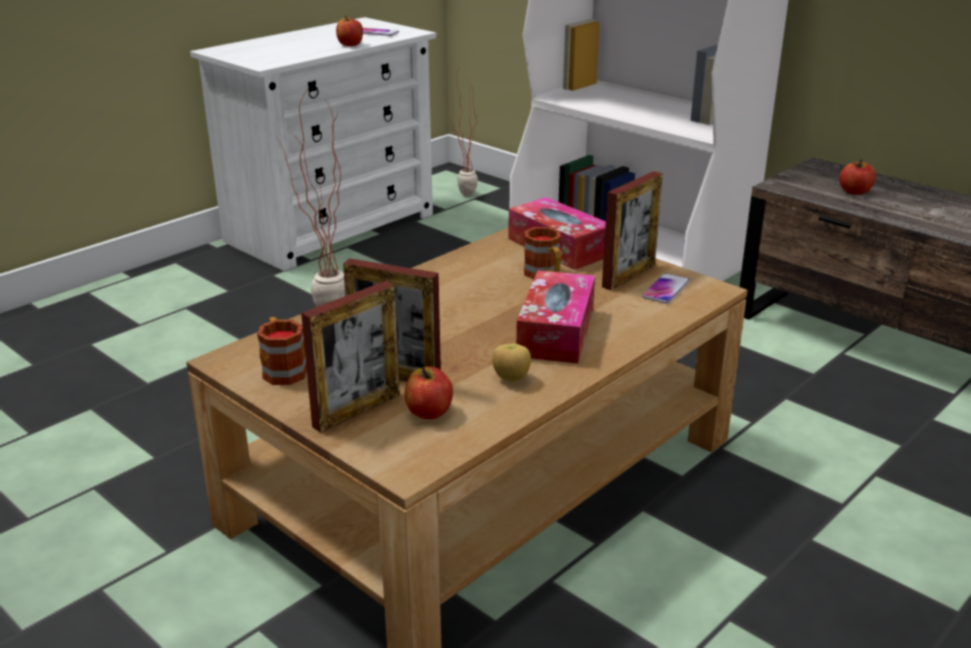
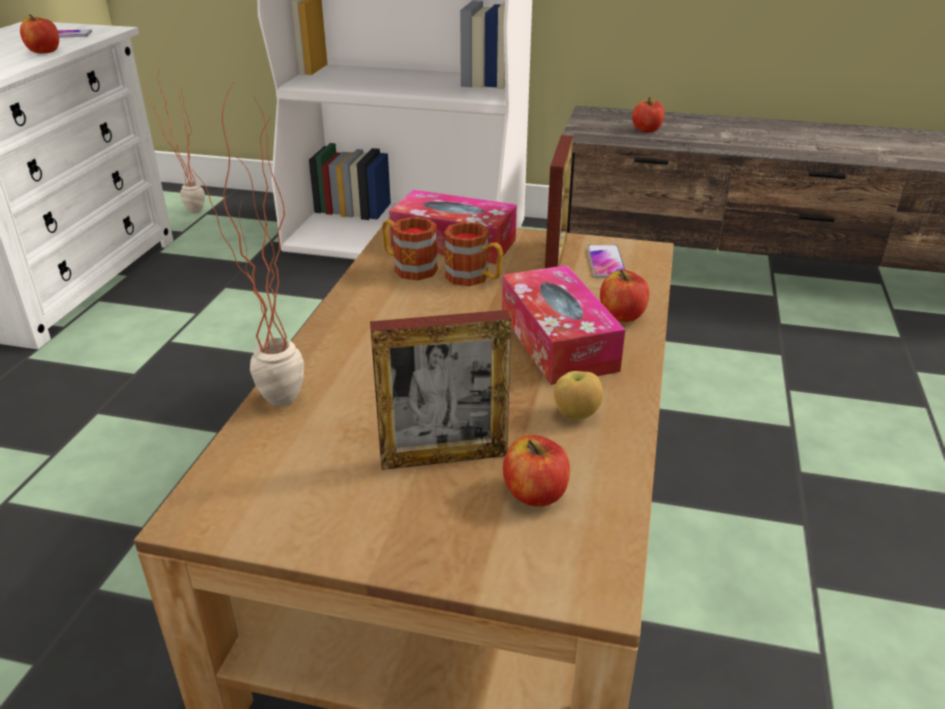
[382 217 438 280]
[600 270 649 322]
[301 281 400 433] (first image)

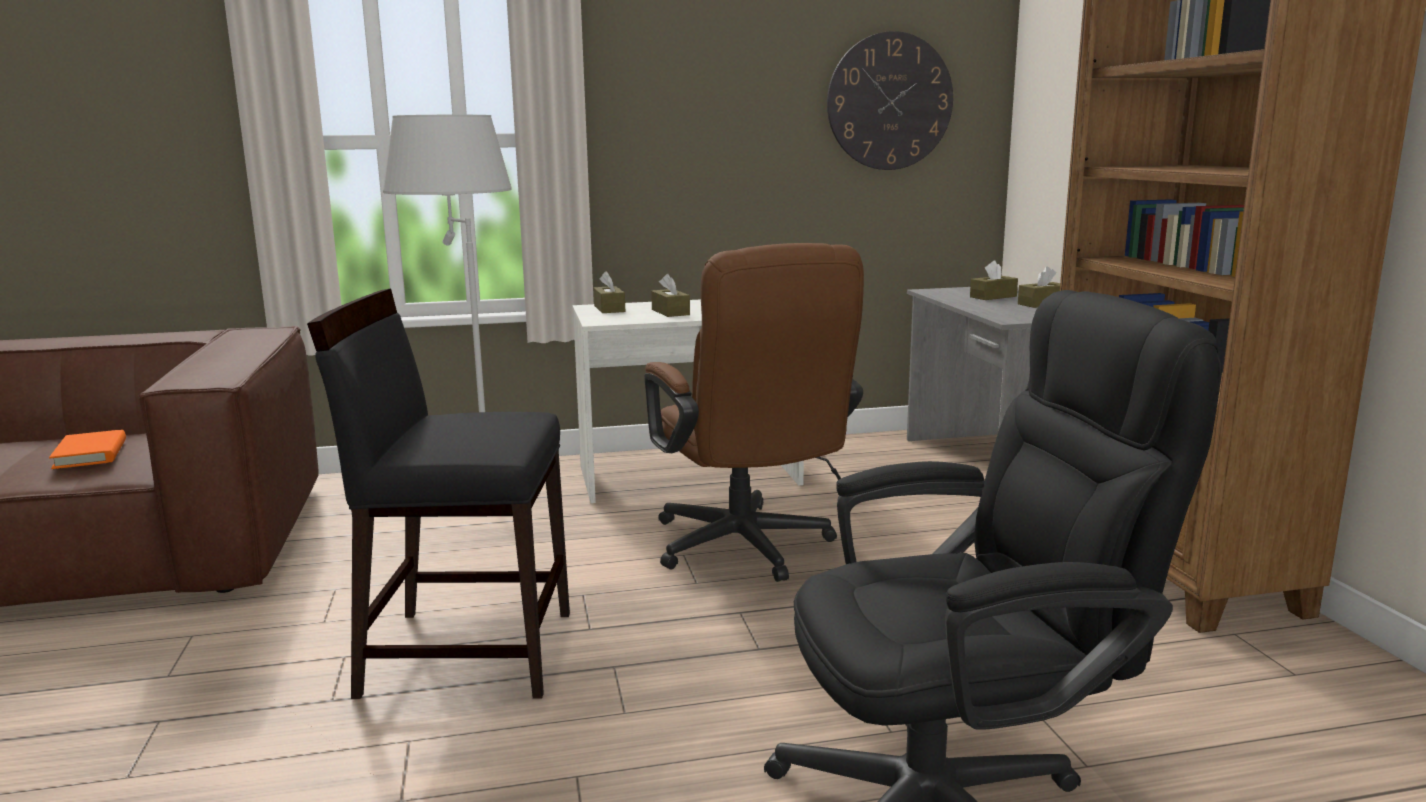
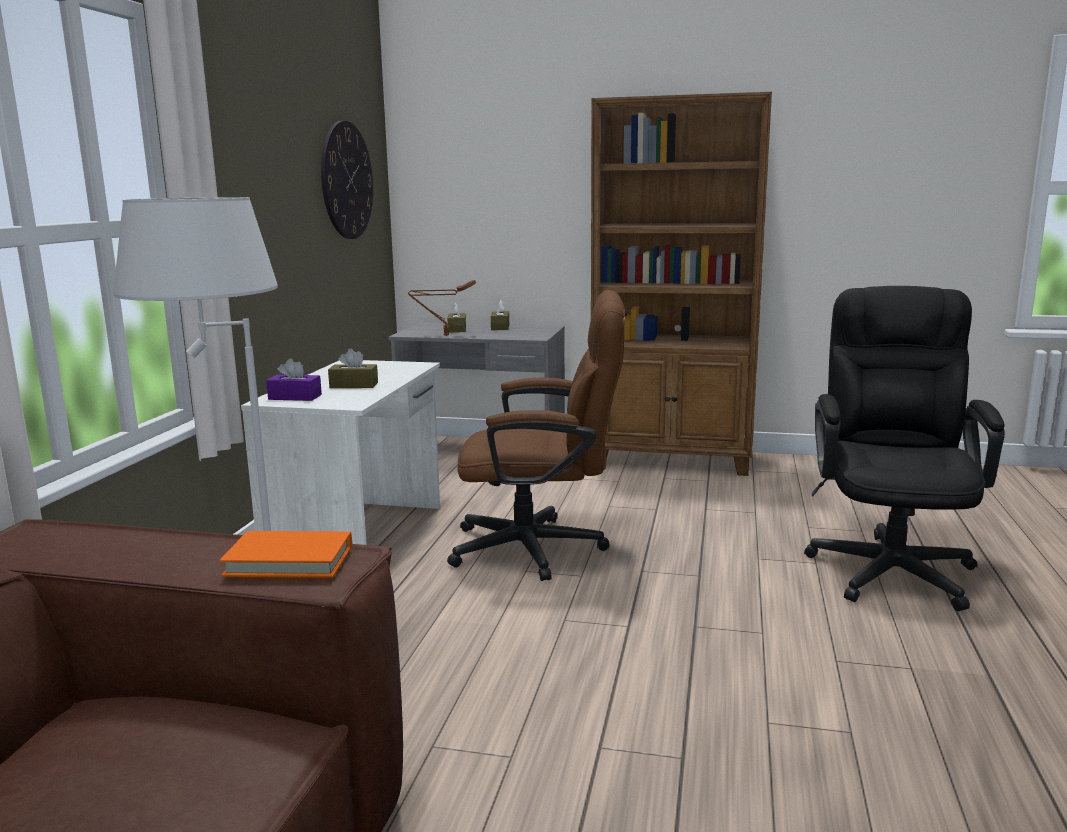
[220 531 352 578]
[266 358 322 401]
[408 280 476 336]
[307 288 570 699] (first image)

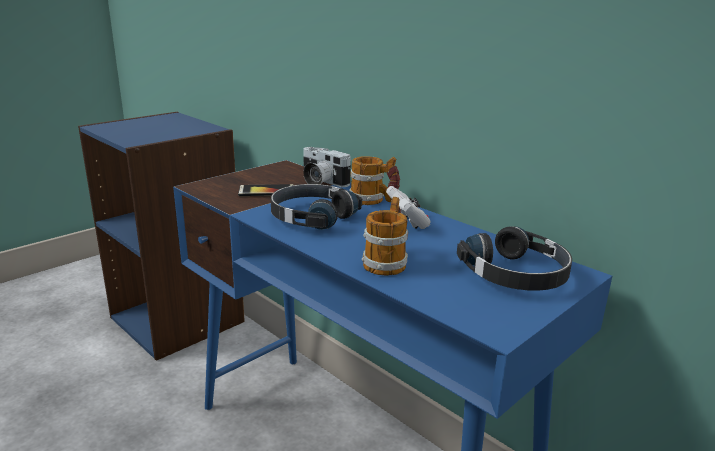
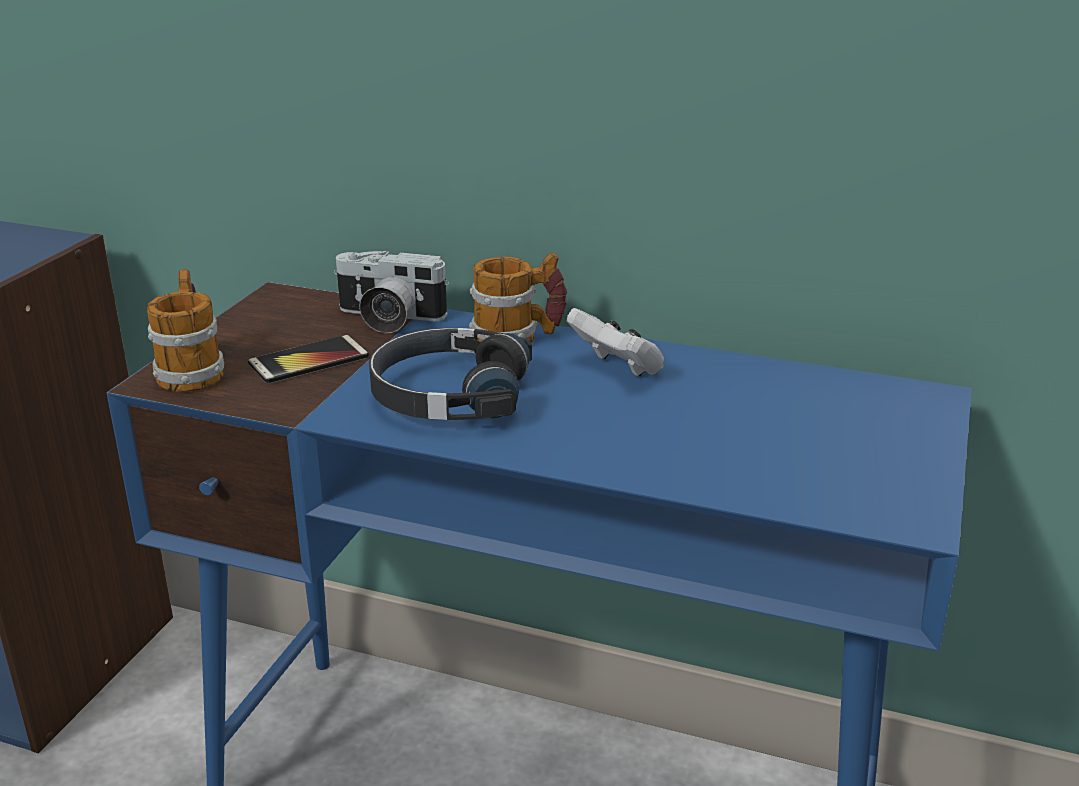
[147 269 224 392]
[457 226 572 291] (first image)

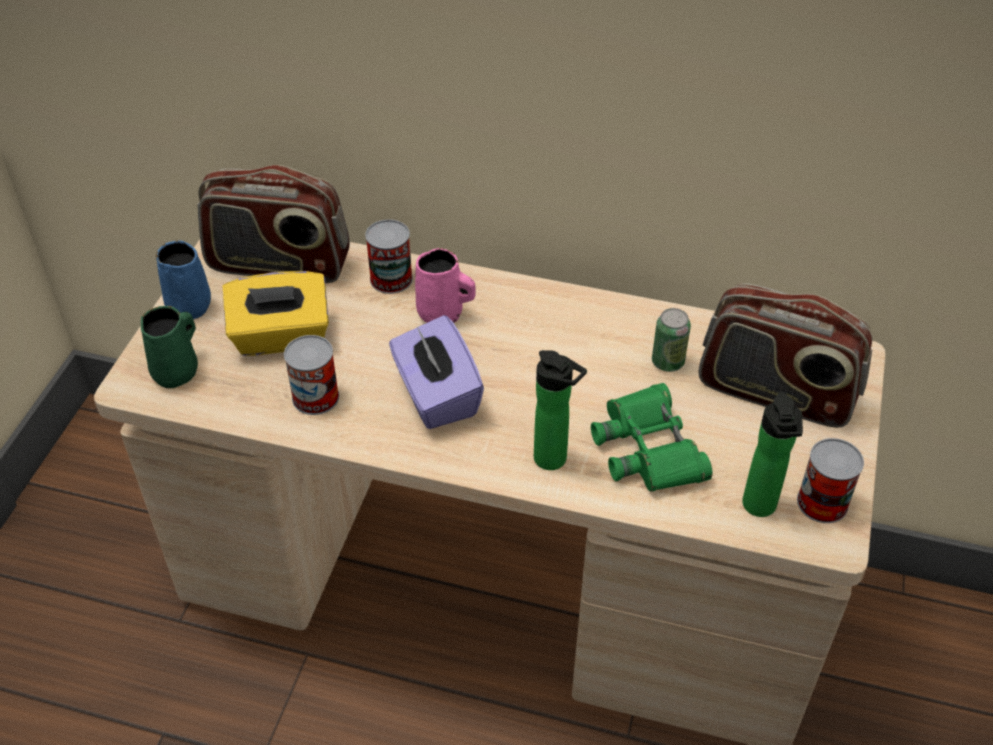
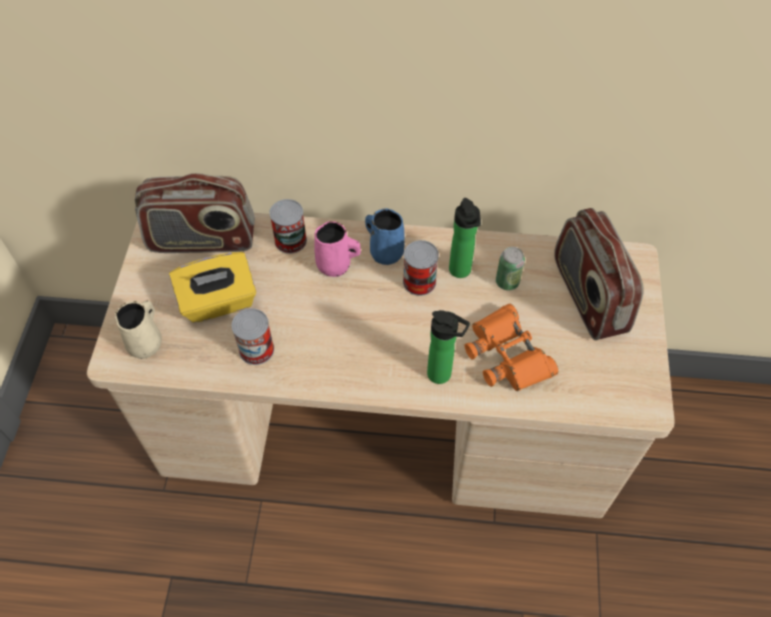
[115 301 162 359]
[365 208 405 265]
[403 240 439 296]
[449 198 481 278]
[465 304 558 391]
[554 208 644 340]
[389 315 484 429] (first image)

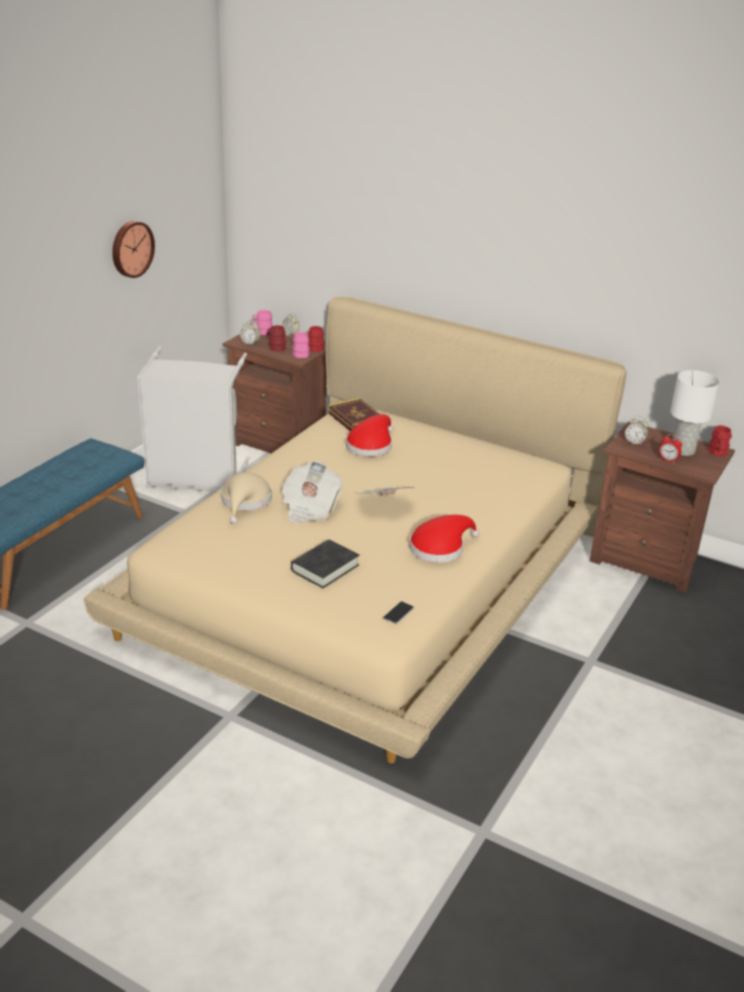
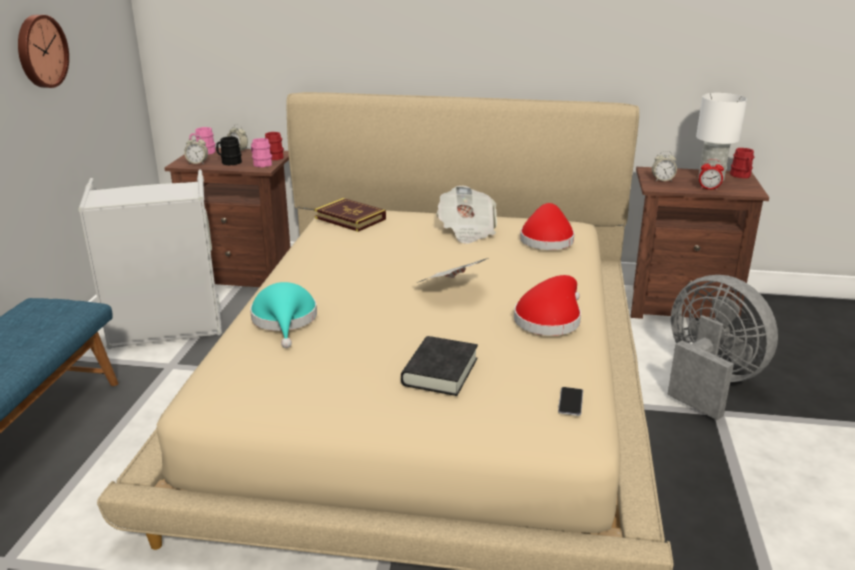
[216 136 242 165]
[250 282 317 348]
[437 185 497 244]
[520 203 575 250]
[667 275 778 420]

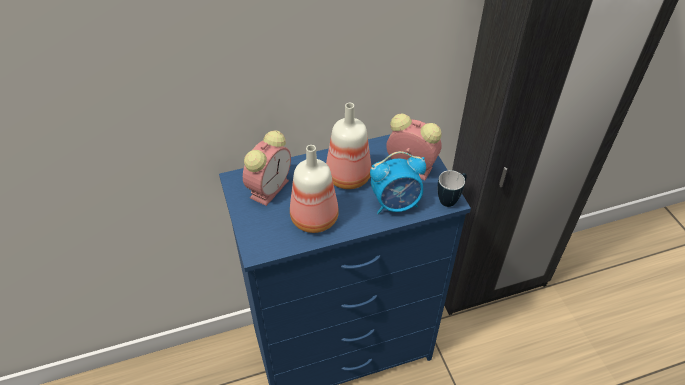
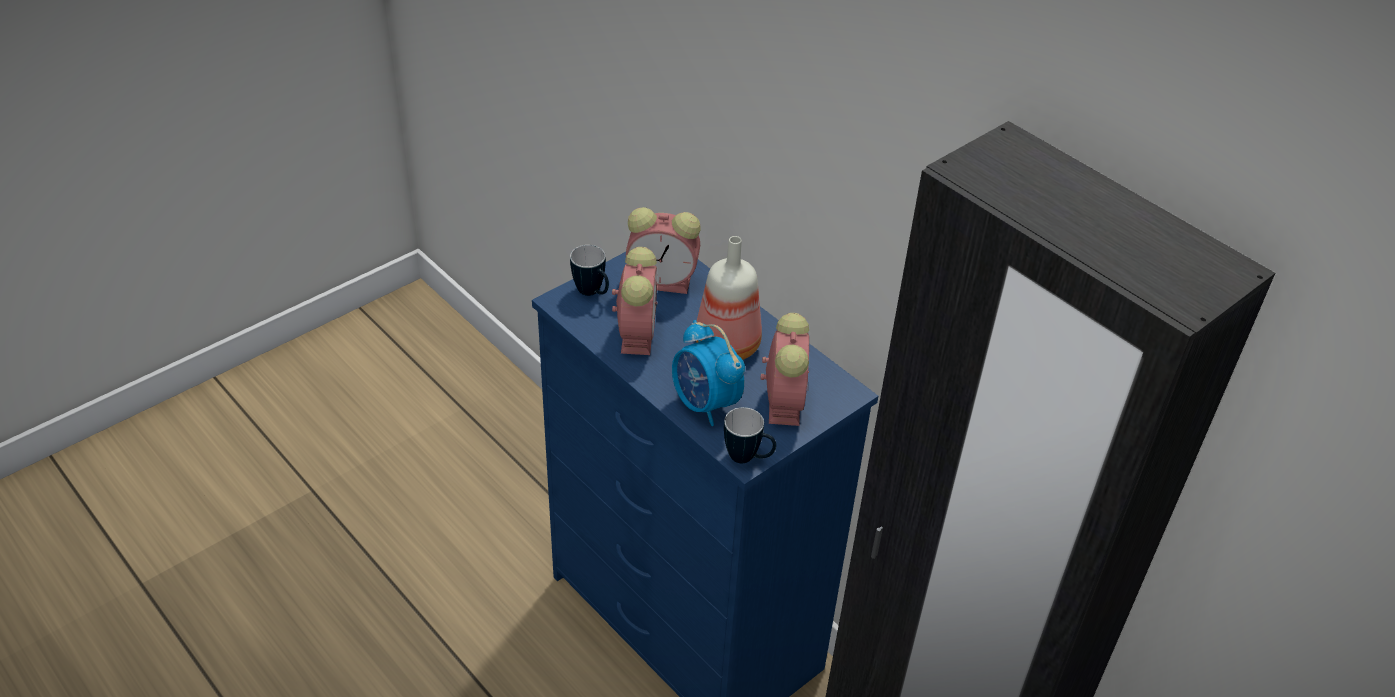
[570 245 609 296]
[612 247 657 355]

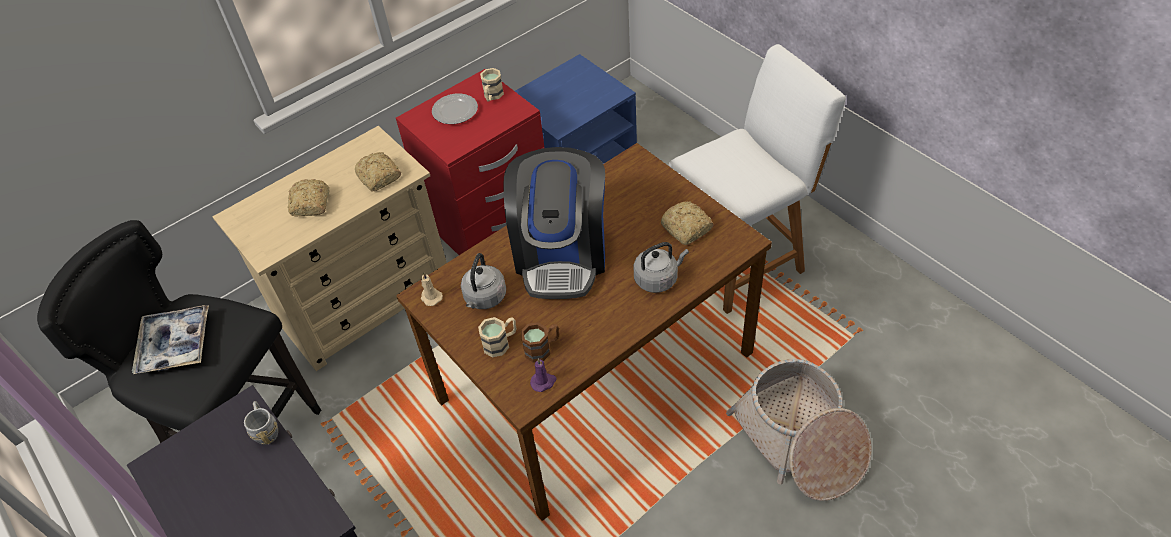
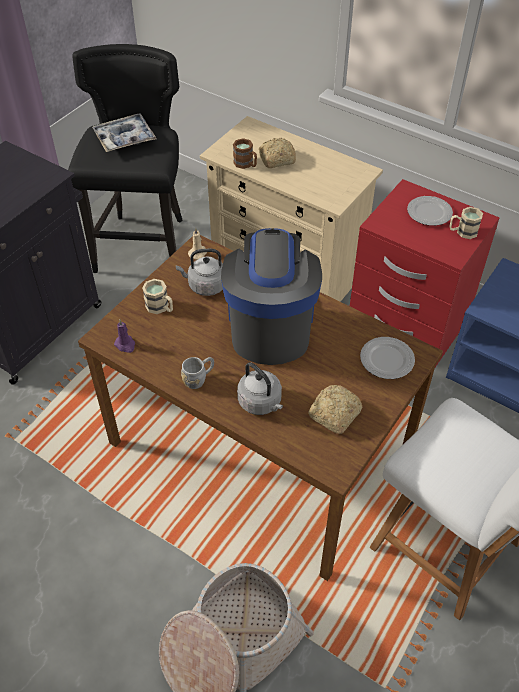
[181 357 214 389]
[221 228 322 365]
[233 138 257 169]
[360 337 415 379]
[355 152 401 192] (first image)

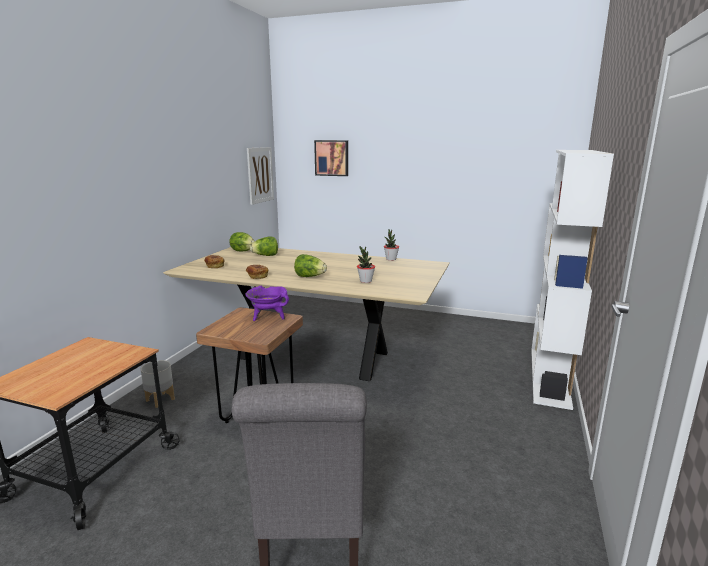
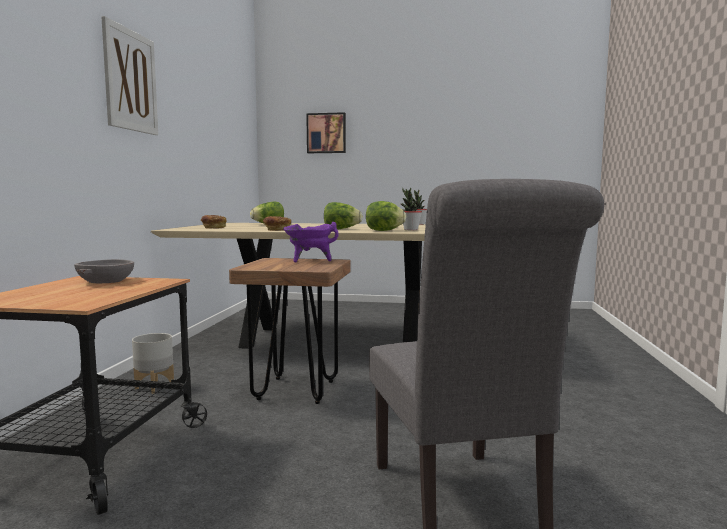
[74 259 134 284]
[101 16 158 135]
[366 201 406 231]
[531 150 614 410] (first image)

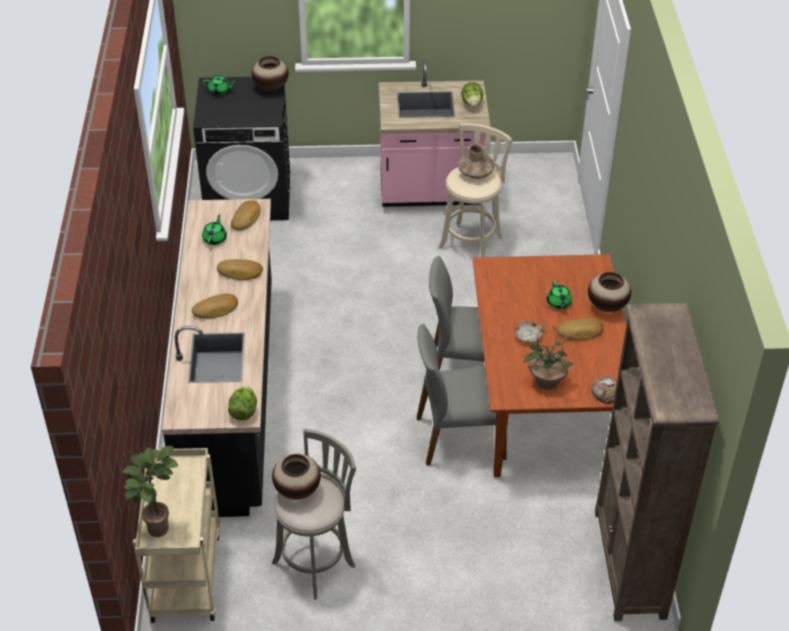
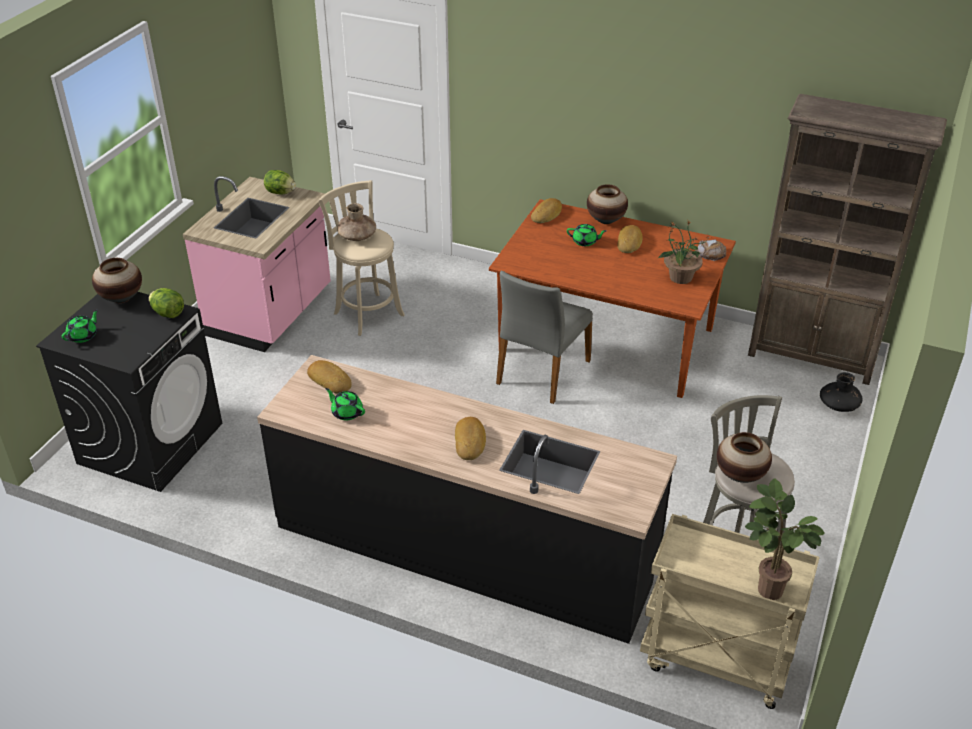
[149 288 184 318]
[531 198 562 223]
[820 372 863 412]
[417 324 507 466] (first image)
[515 321 543 342] (first image)

